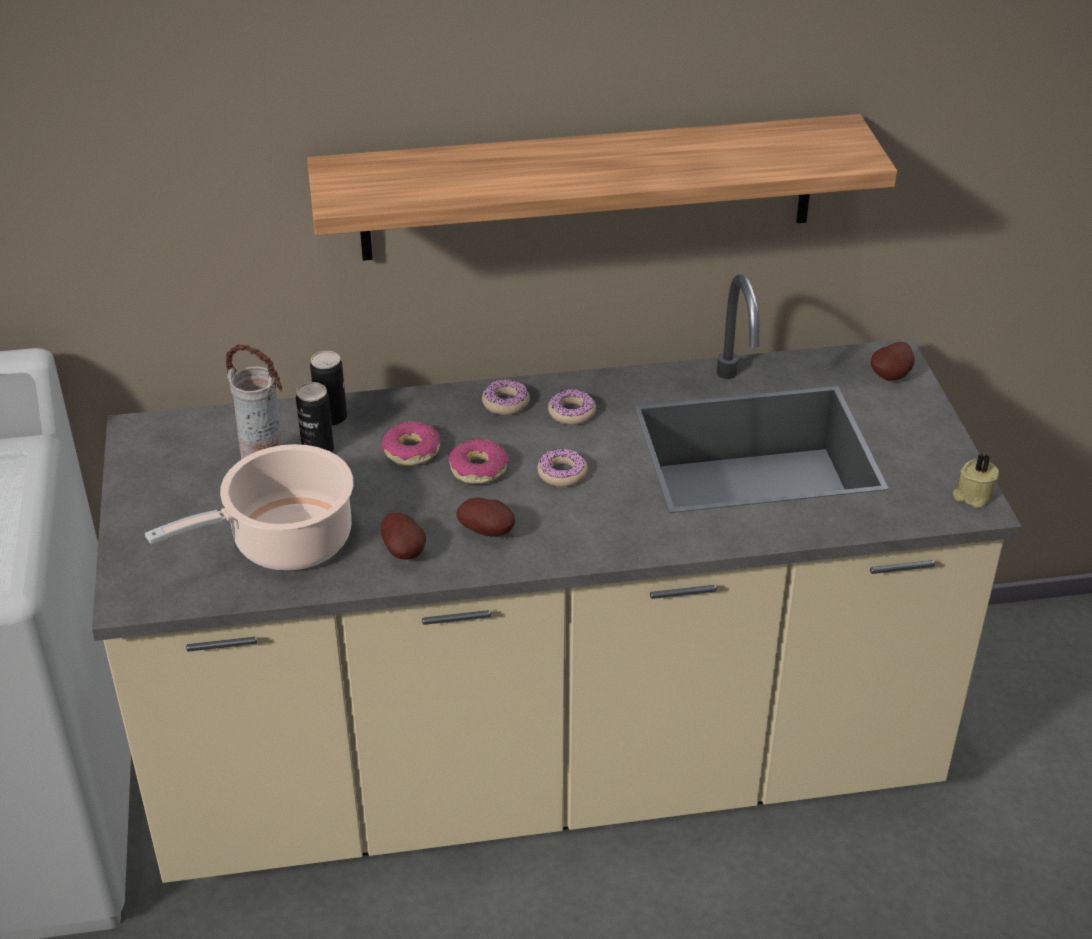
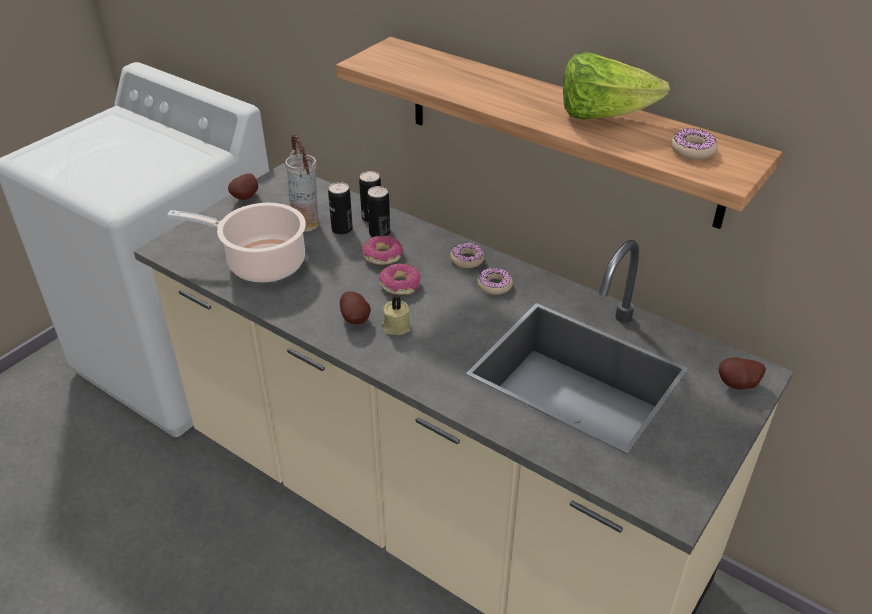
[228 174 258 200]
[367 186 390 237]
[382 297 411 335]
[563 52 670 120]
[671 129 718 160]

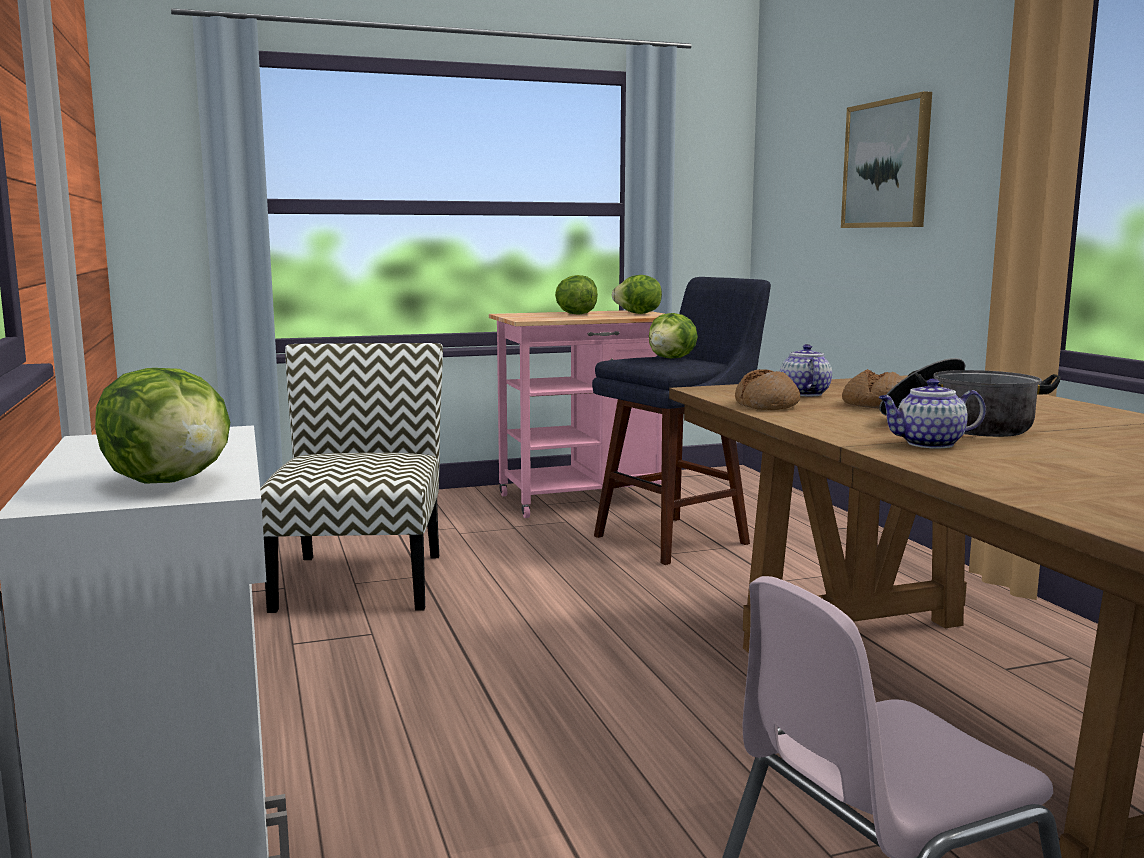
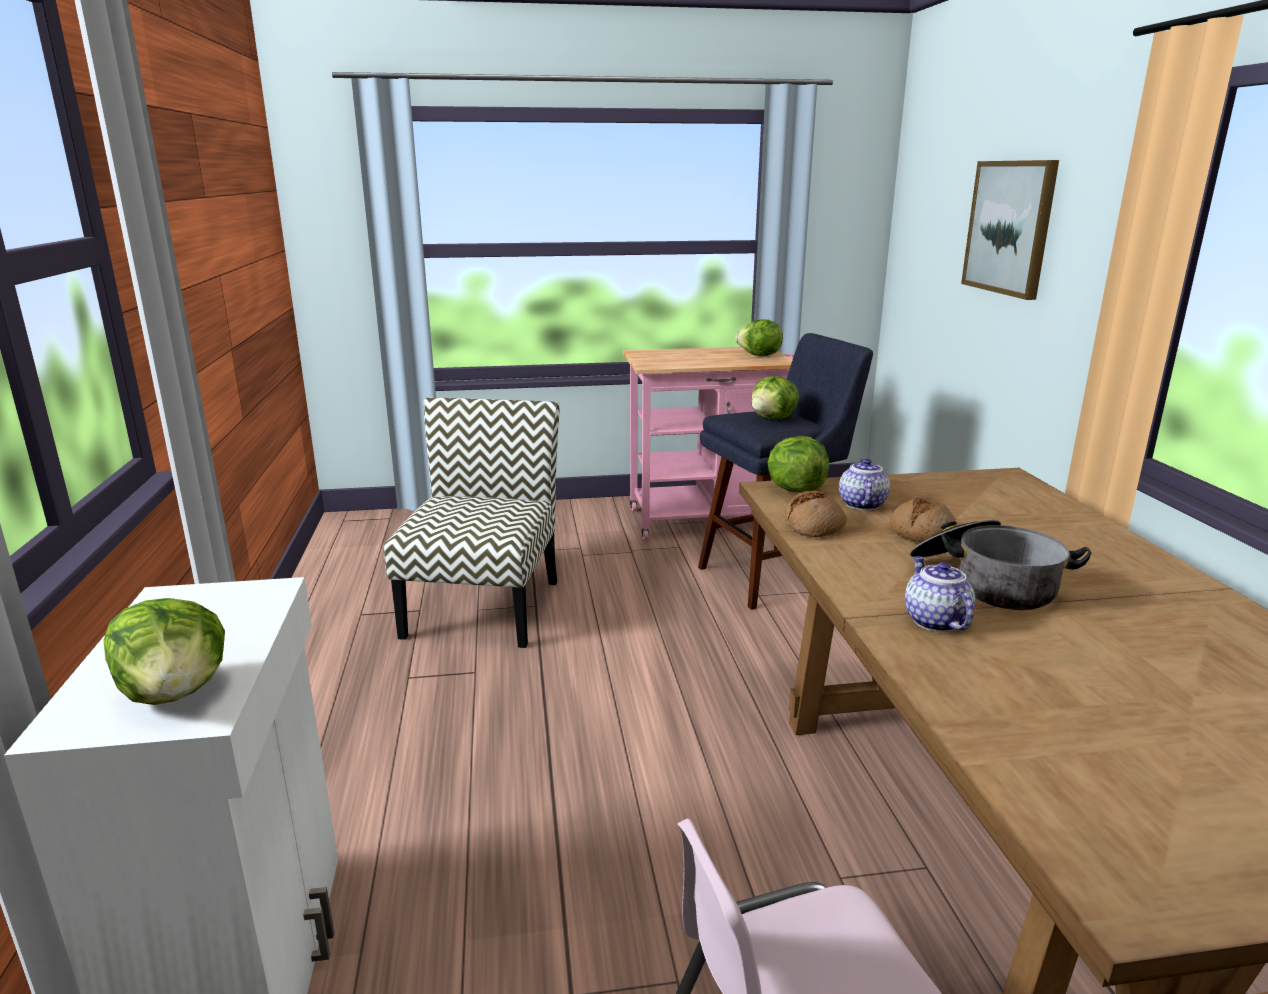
[767 436 829 492]
[905 556 975 632]

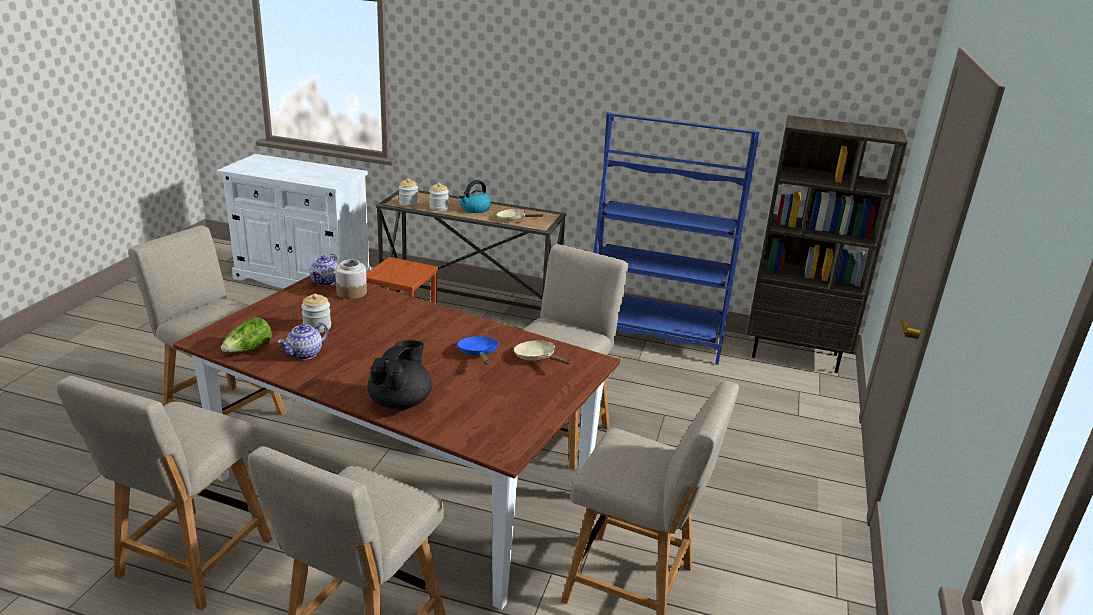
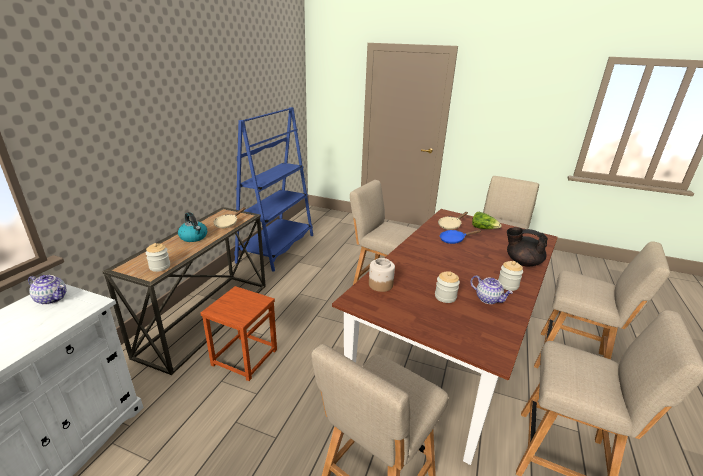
[28 275 67 305]
[472 212 502 229]
[498 261 523 291]
[747 115 908 373] (first image)

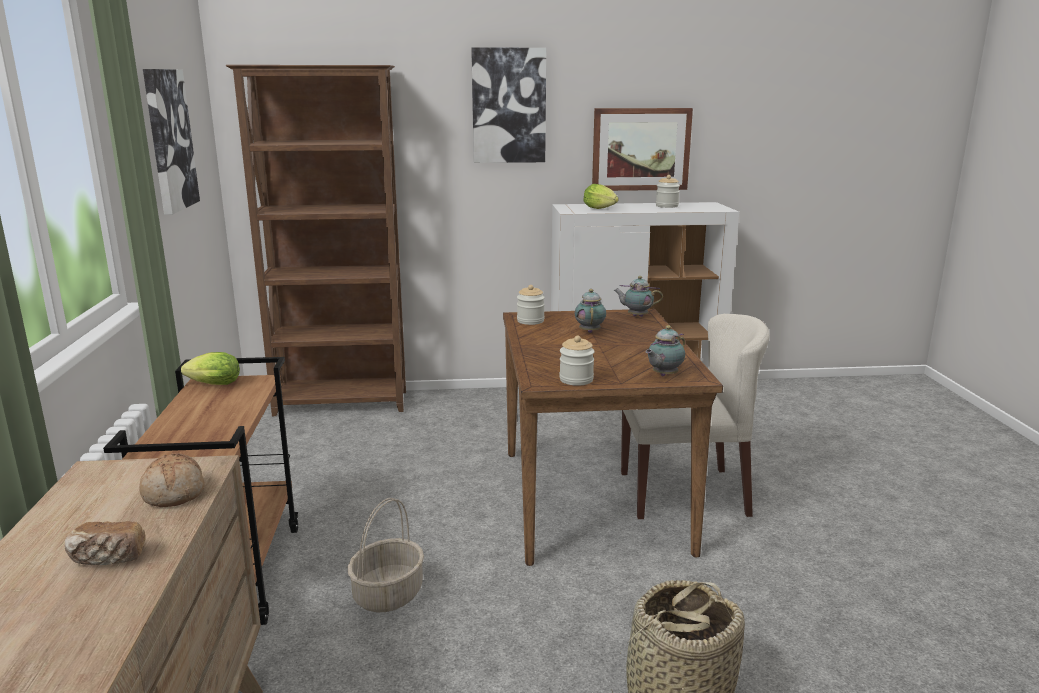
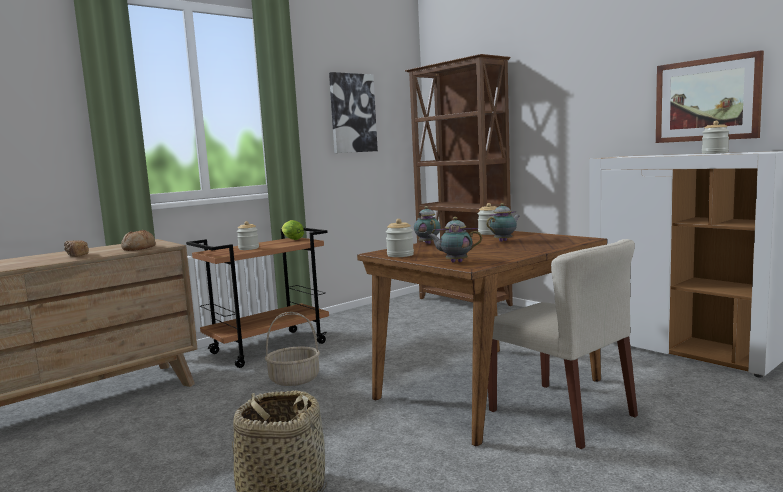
[237 221 259 250]
[414 206 441 244]
[471 47 546 163] (first image)
[583 184 619 209] (first image)

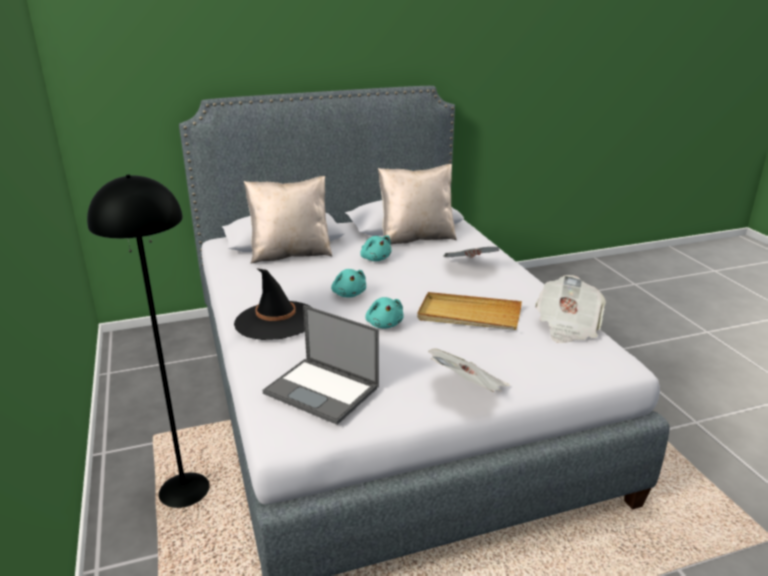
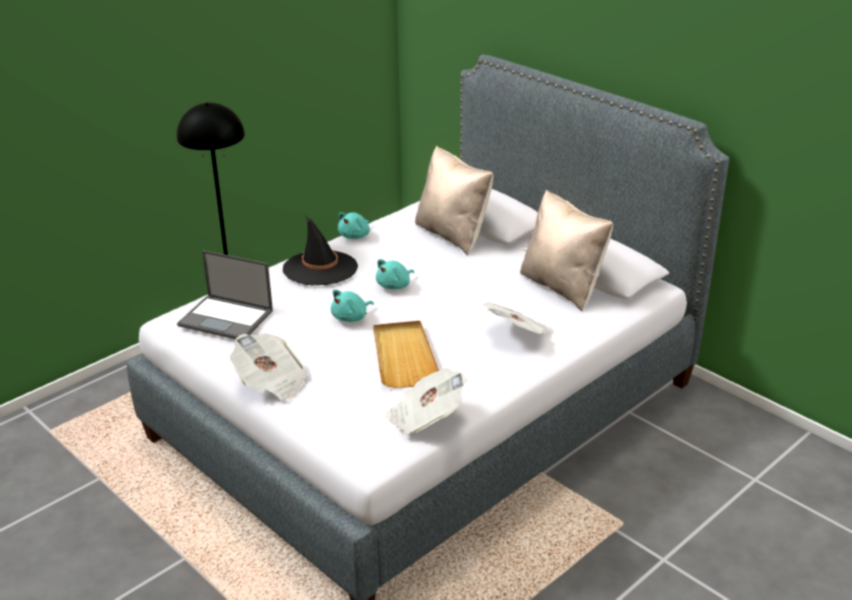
[177 250 273 340]
[338 212 370 239]

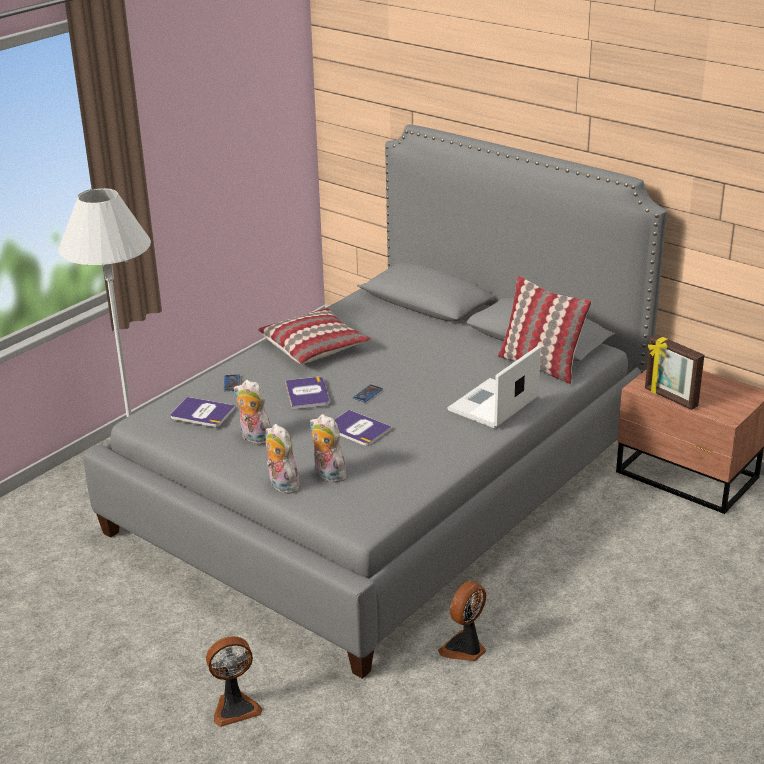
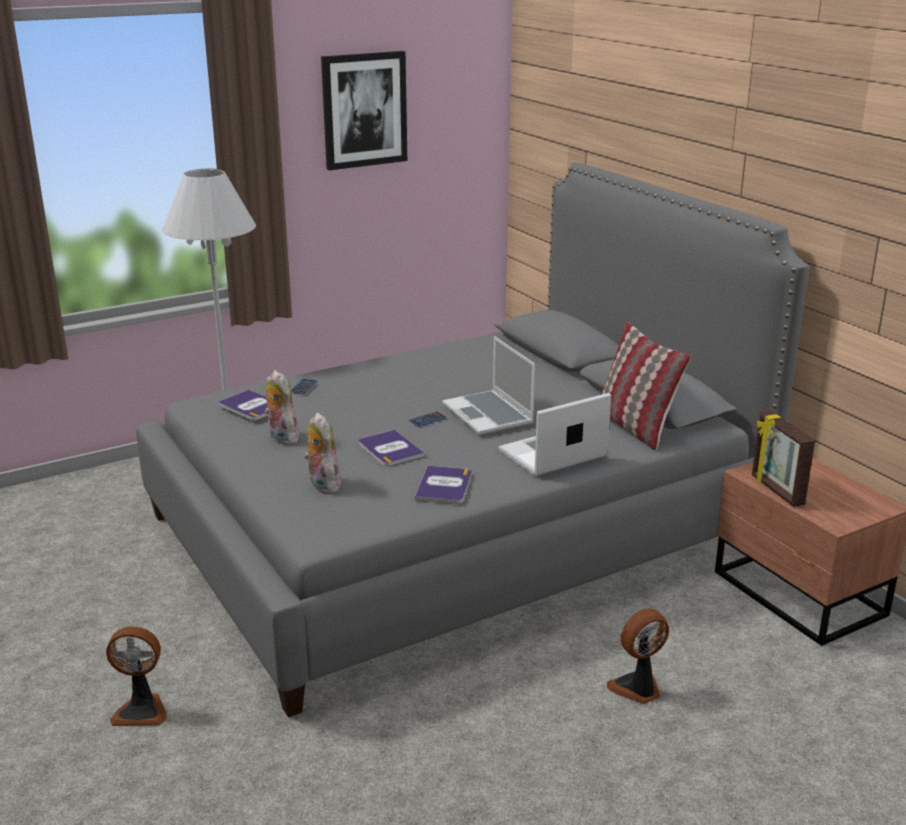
[321 51 407 170]
[415 466 472 504]
[442 336 535 435]
[607 609 669 704]
[258 308 371 364] (first image)
[266 424 299 494] (first image)

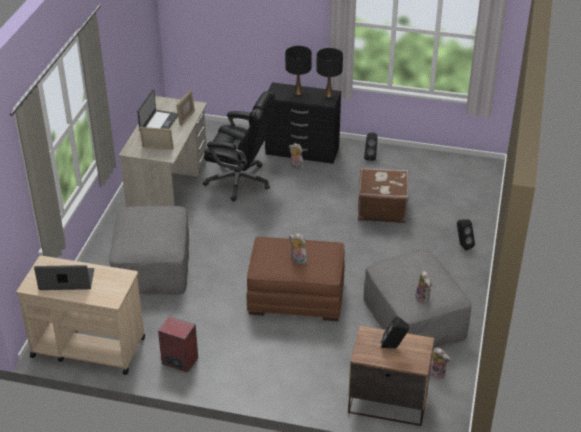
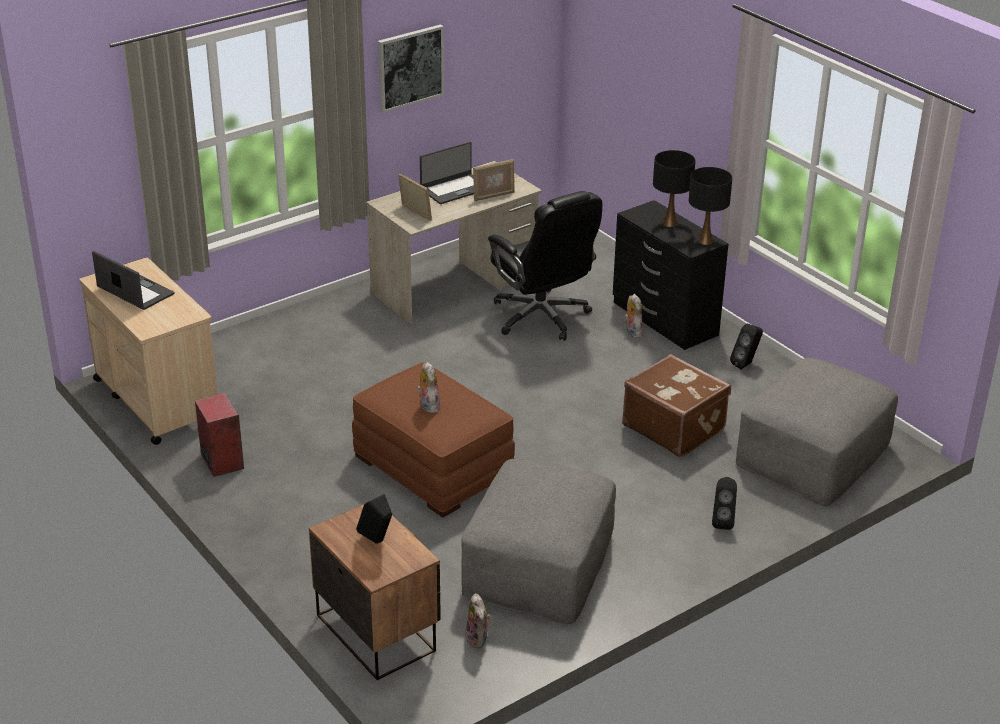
[378 24 444 113]
[736 358 898 506]
[415 270 432 304] (first image)

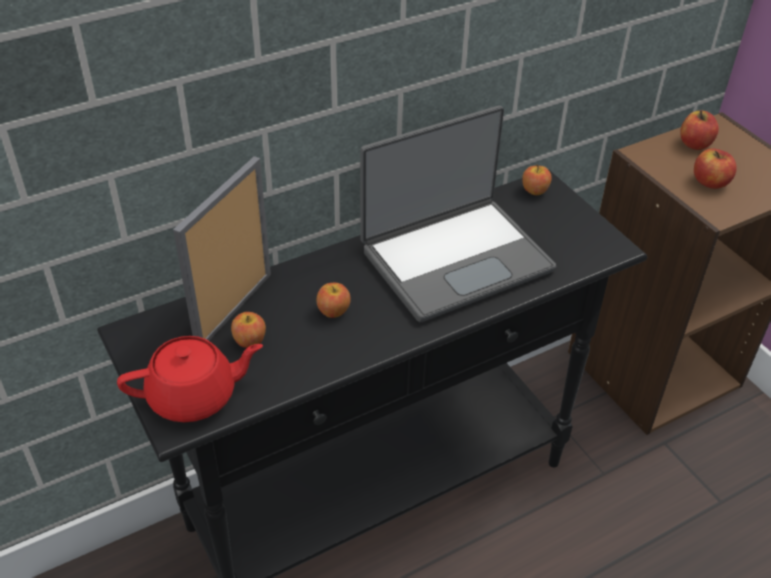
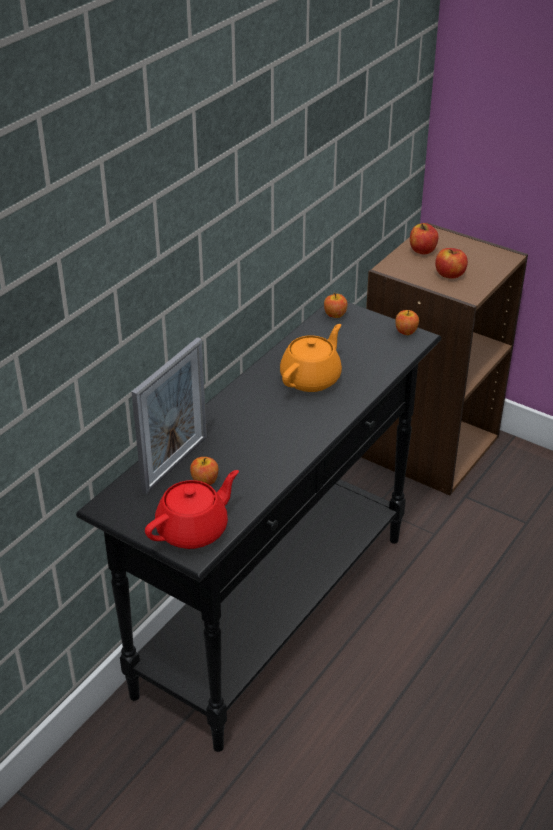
[132 337 207 495]
[280 324 342 392]
[395 310 419 335]

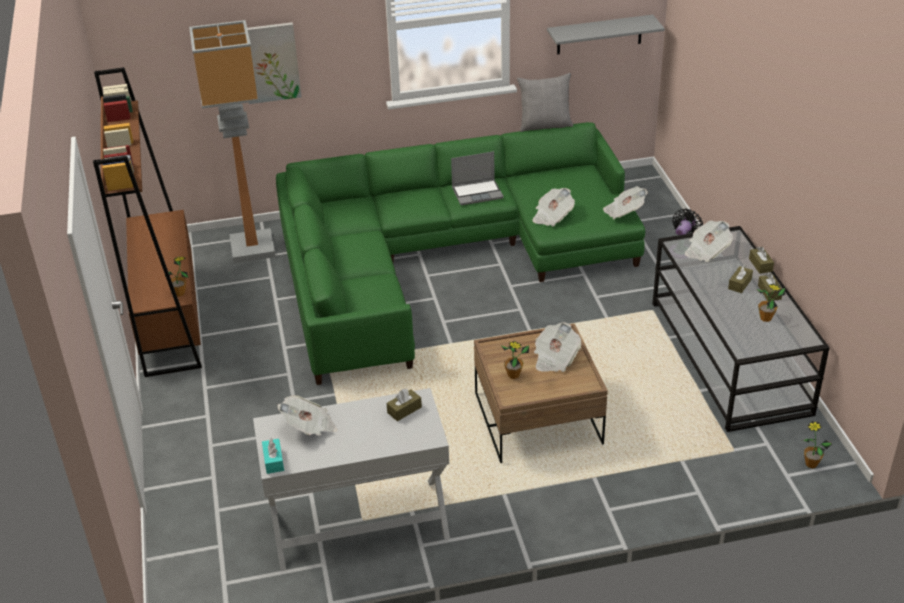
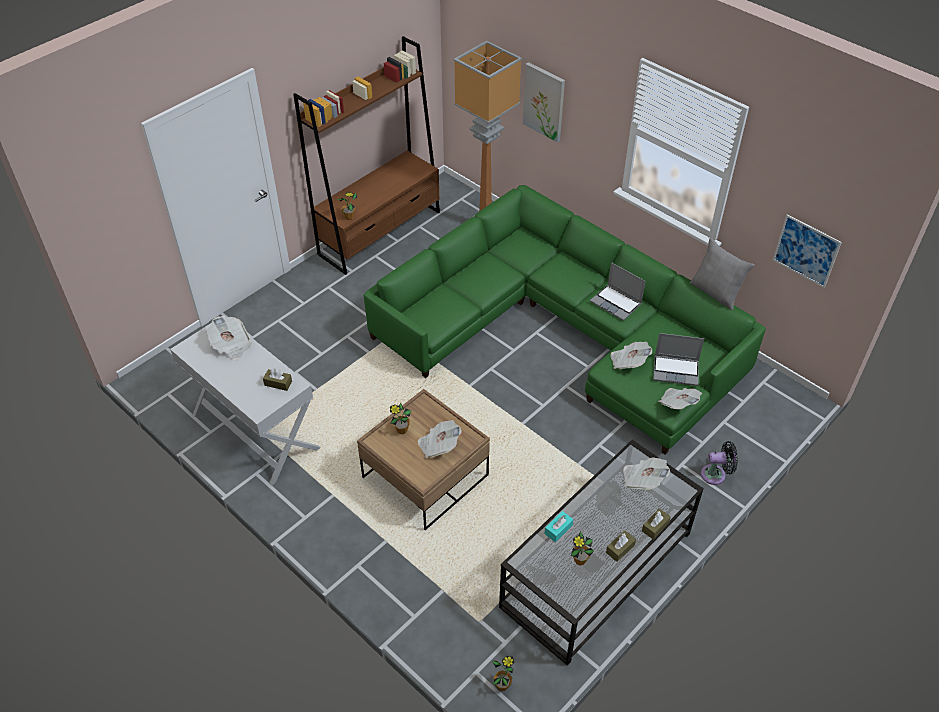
[544 511 573 542]
[653 333 704 386]
[773 214 842 288]
[728 265 753 293] (first image)

